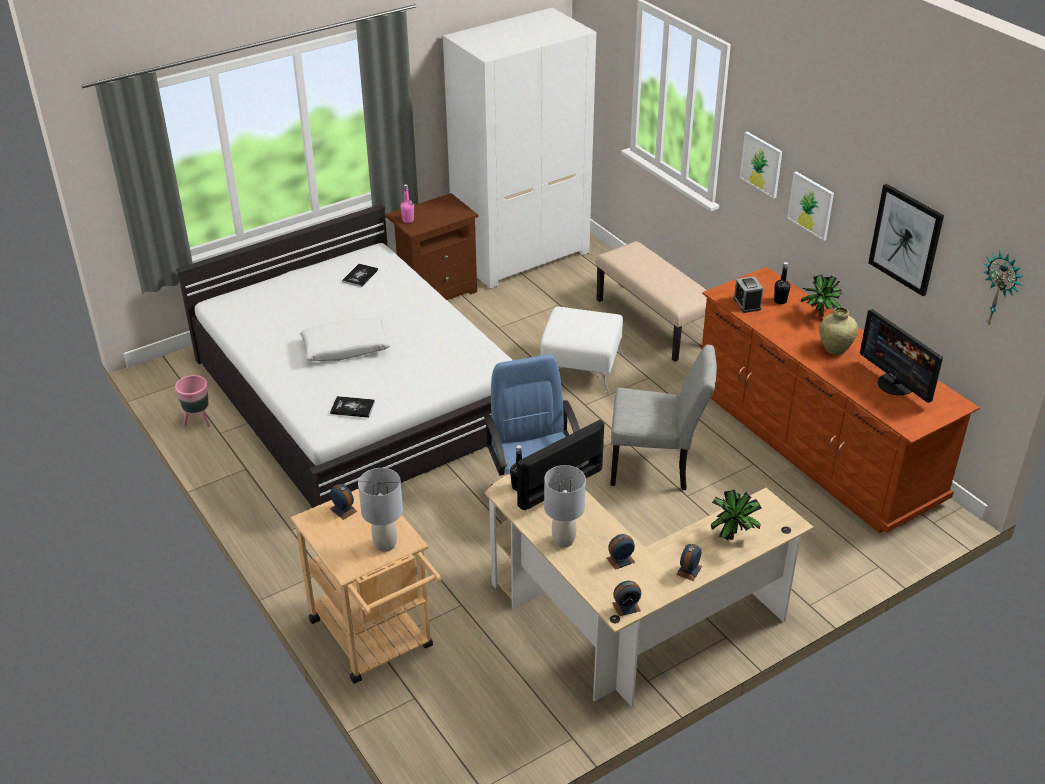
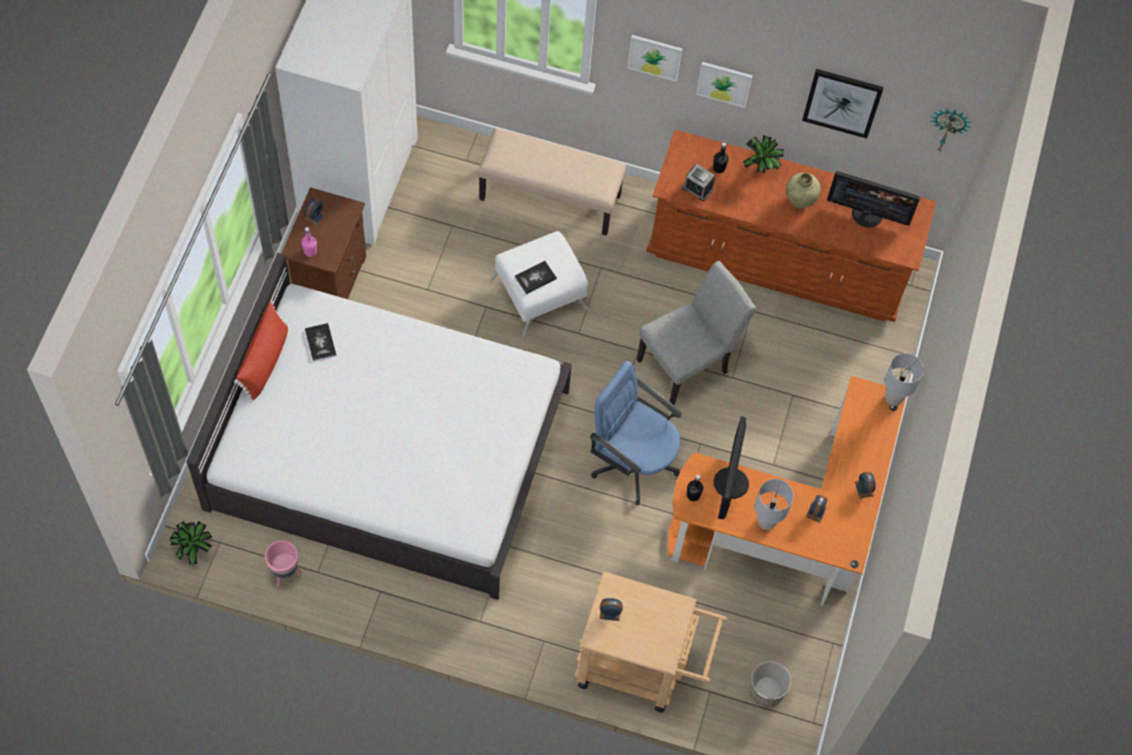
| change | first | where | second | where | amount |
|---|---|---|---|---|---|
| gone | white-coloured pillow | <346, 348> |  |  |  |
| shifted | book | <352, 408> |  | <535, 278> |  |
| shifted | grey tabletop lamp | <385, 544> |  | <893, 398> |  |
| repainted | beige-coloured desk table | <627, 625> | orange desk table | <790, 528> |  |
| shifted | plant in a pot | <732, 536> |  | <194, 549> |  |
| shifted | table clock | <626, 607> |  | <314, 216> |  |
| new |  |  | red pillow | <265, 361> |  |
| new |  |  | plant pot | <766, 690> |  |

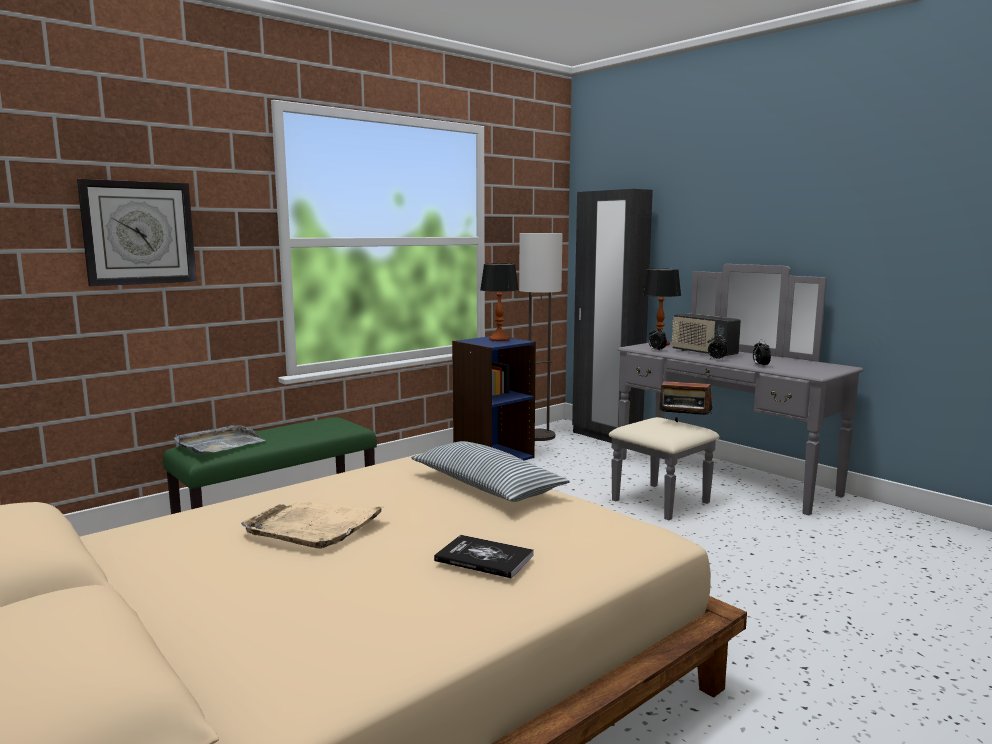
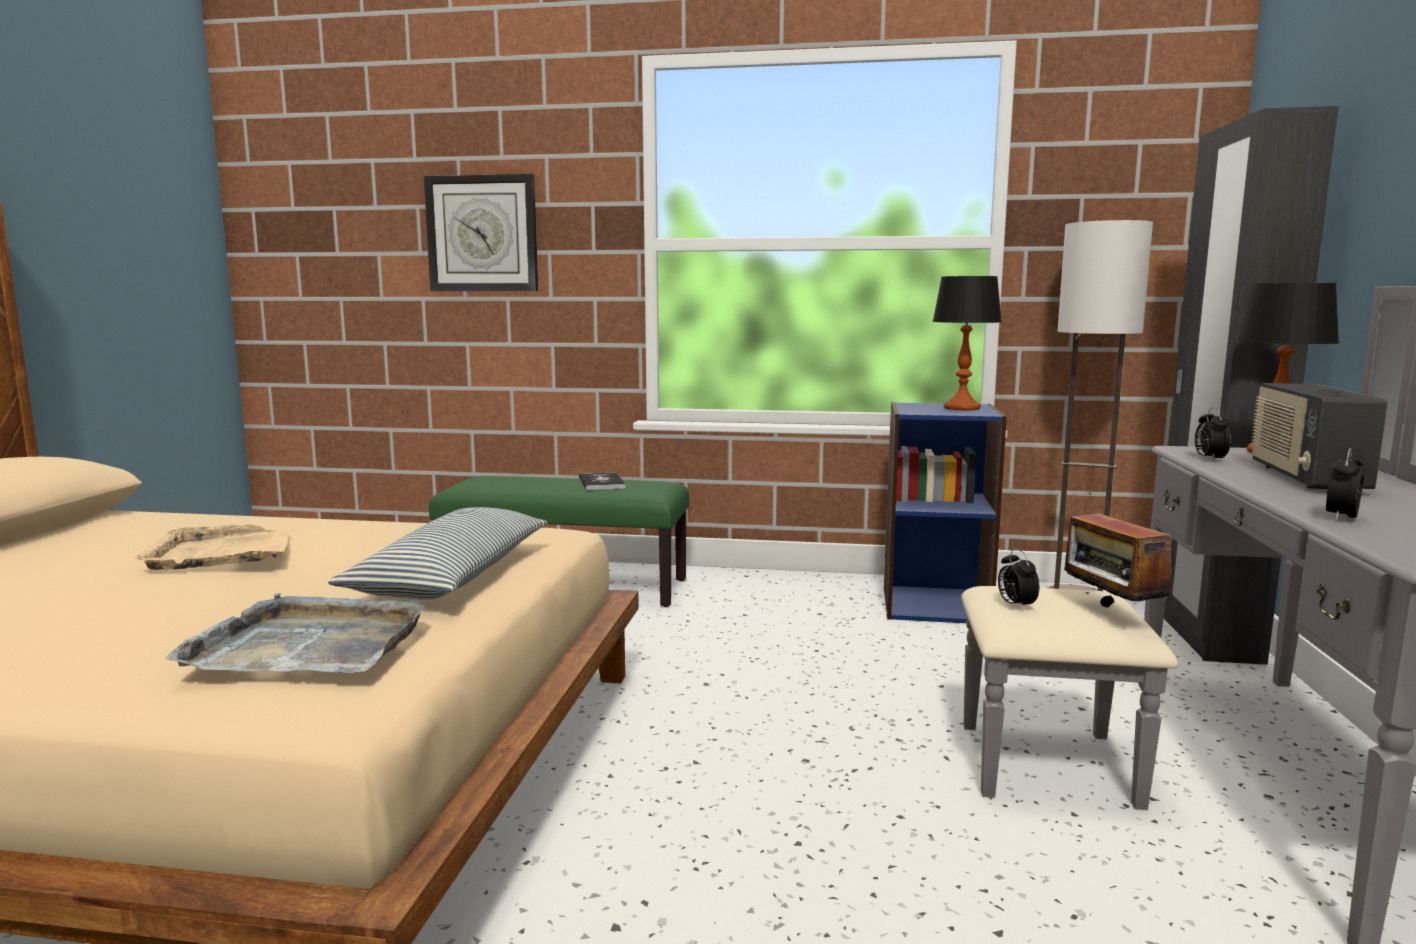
| change | first | where | second | where | amount |
|---|---|---|---|---|---|
| shifted | table clock | <716, 360> |  | <1015, 605> |  |
| shifted | grey carrying tray | <219, 444> |  | <309, 644> |  |
| shifted | book | <484, 558> |  | <601, 483> |  |

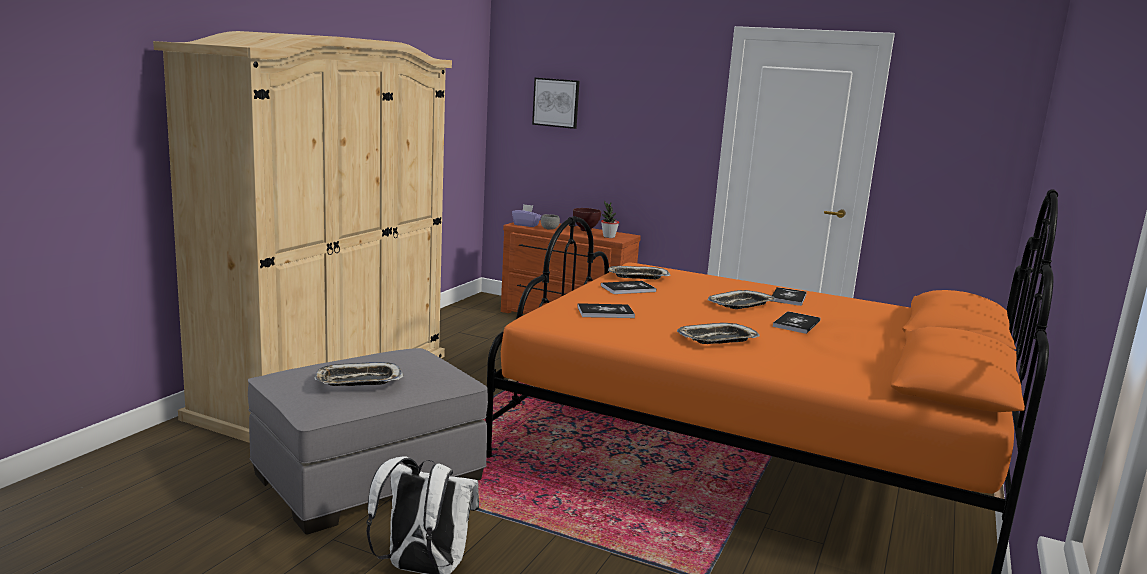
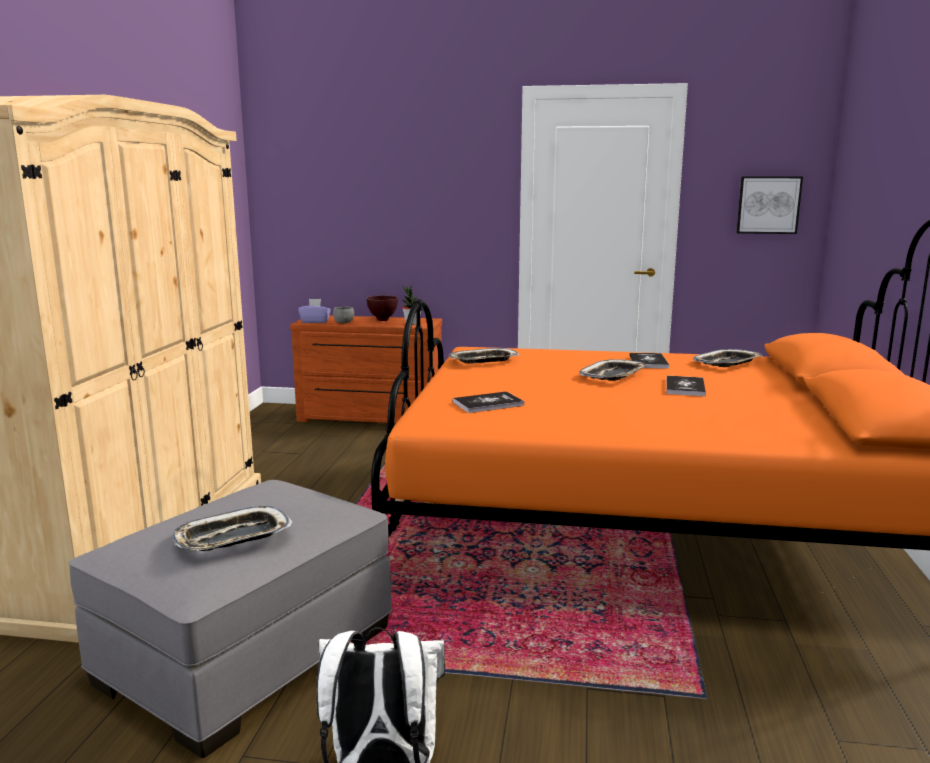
| change | first | where | second | where | amount |
|---|---|---|---|---|---|
| shifted | wall art | <556, 103> |  | <768, 205> |  |
| gone | book | <628, 289> |  |  |  |
| shifted | carrying tray | <717, 340> |  | <727, 363> |  |

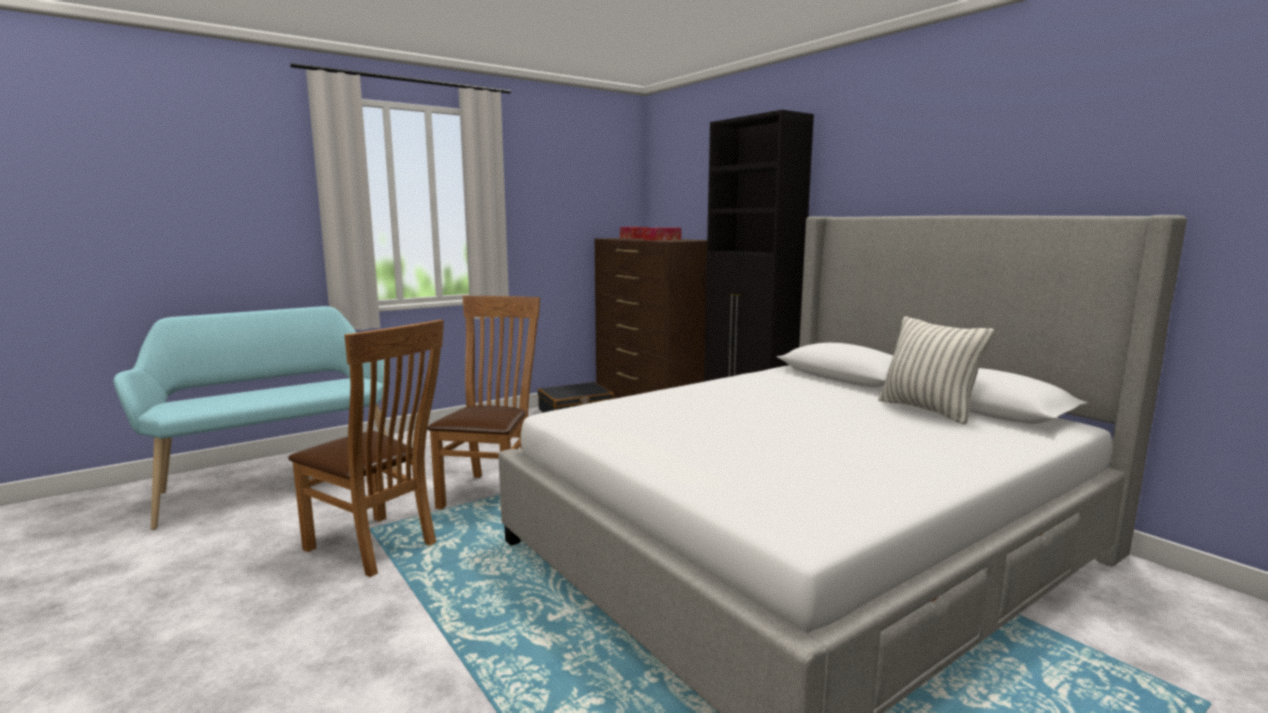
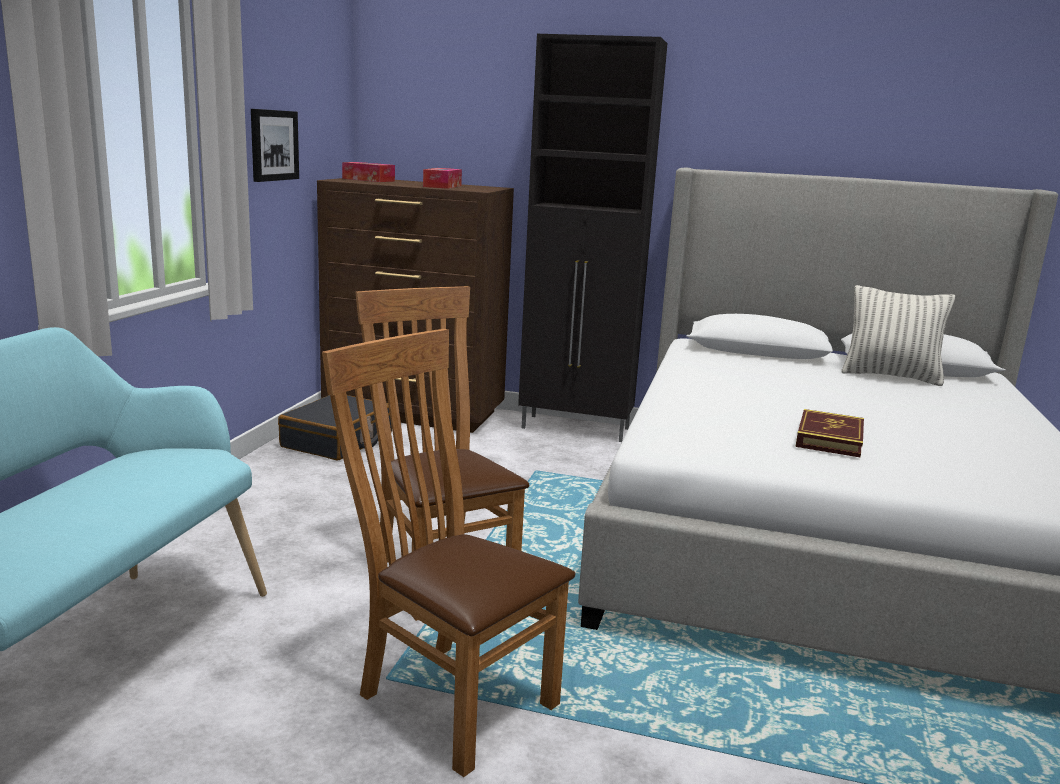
| change | first | where | second | where | amount |
|---|---|---|---|---|---|
| rotated | brownish upright chair | <377, 547> |  | <448, 697> | 135 degrees counterclockwise |
| new |  |  | wall art | <273, 145> |  |
| new |  |  | book | <829, 438> |  |

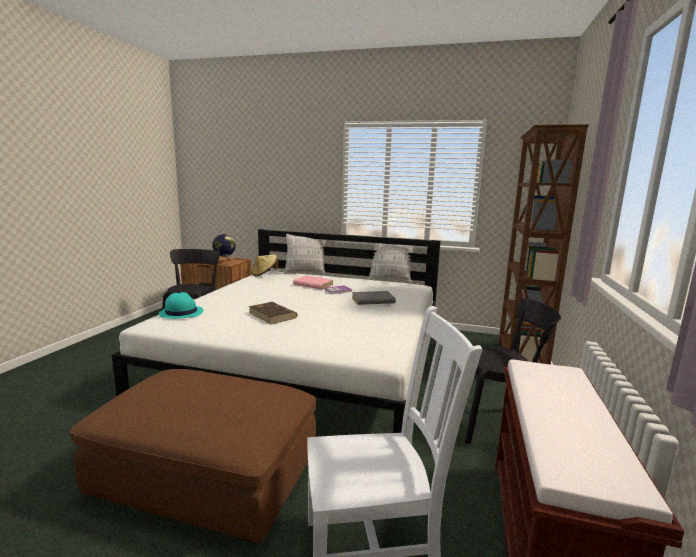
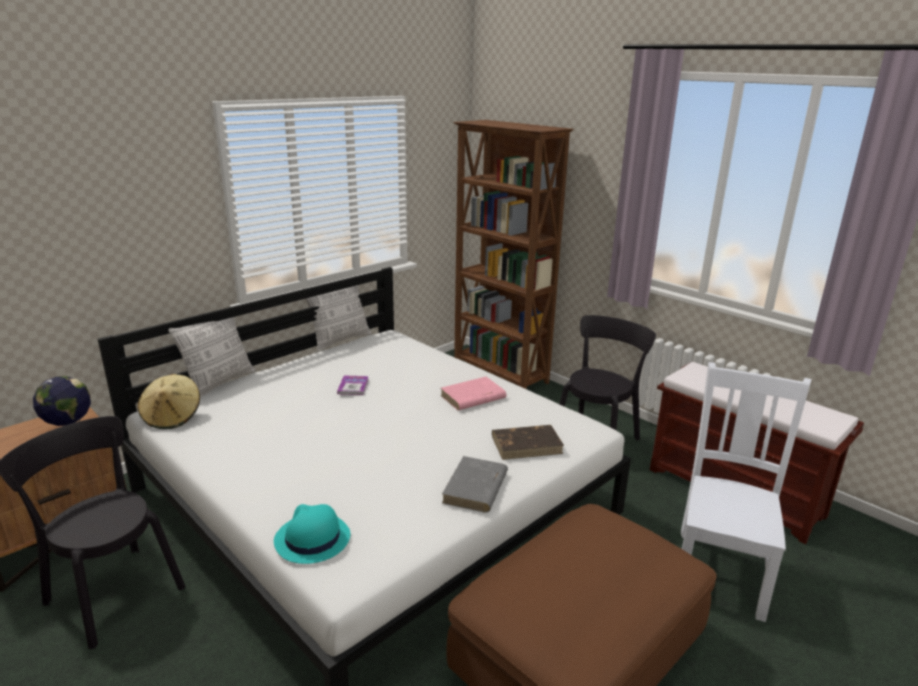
| change | first | where | second | where | amount |
|---|---|---|---|---|---|
| shifted | pink-coloured book | <313, 284> |  | <472, 397> |  |
| shifted | grey book | <372, 300> |  | <475, 488> |  |
| shifted | brownish book | <273, 315> |  | <527, 444> |  |

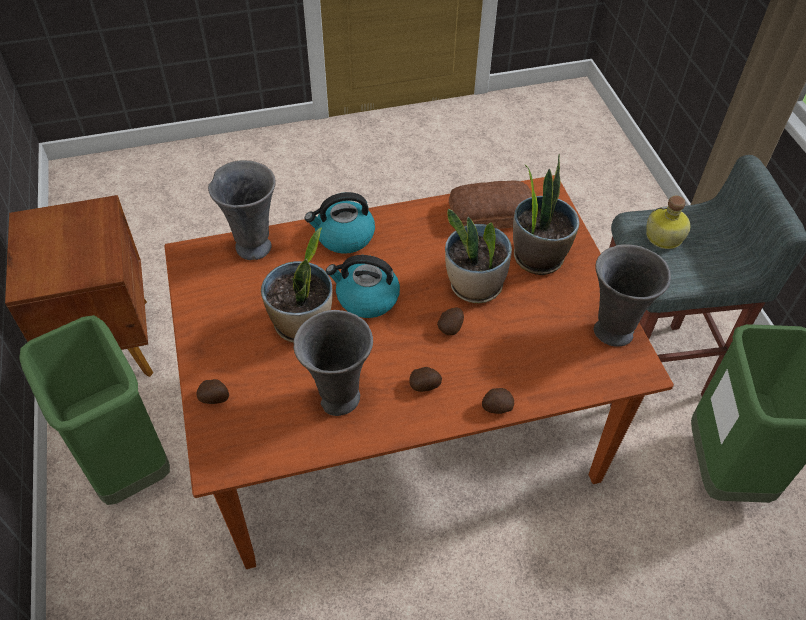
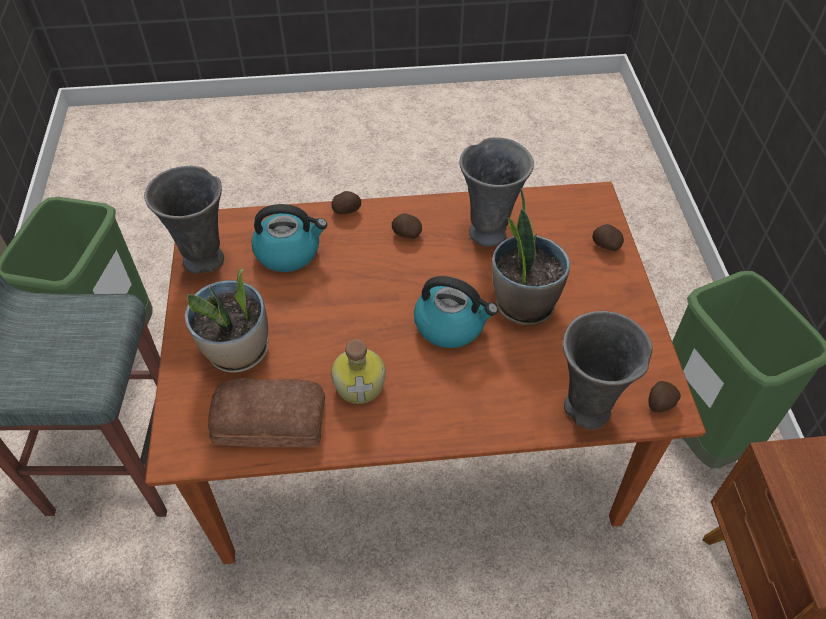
| change | first | where | second | where | amount |
|---|---|---|---|---|---|
| shifted | water kettle | <344, 237> |  | <289, 252> |  |
| shifted | drink bottle | <663, 237> |  | <360, 383> |  |
| gone | plant in a pot | <474, 286> |  |  |  |
| shifted | spud | <451, 327> |  | <659, 404> |  |

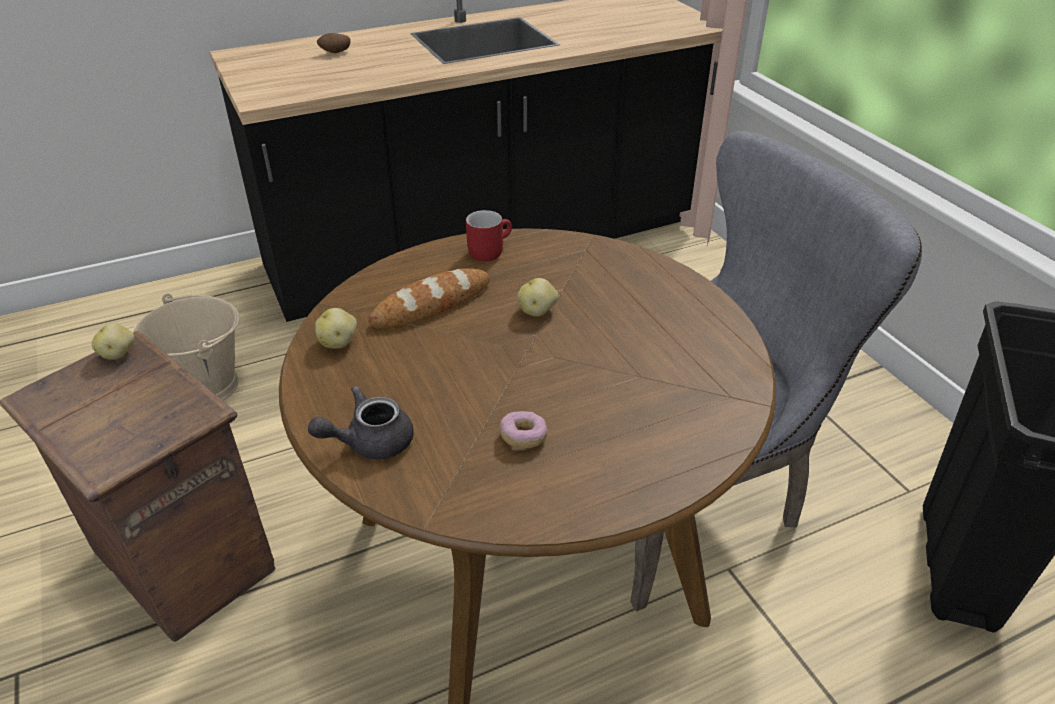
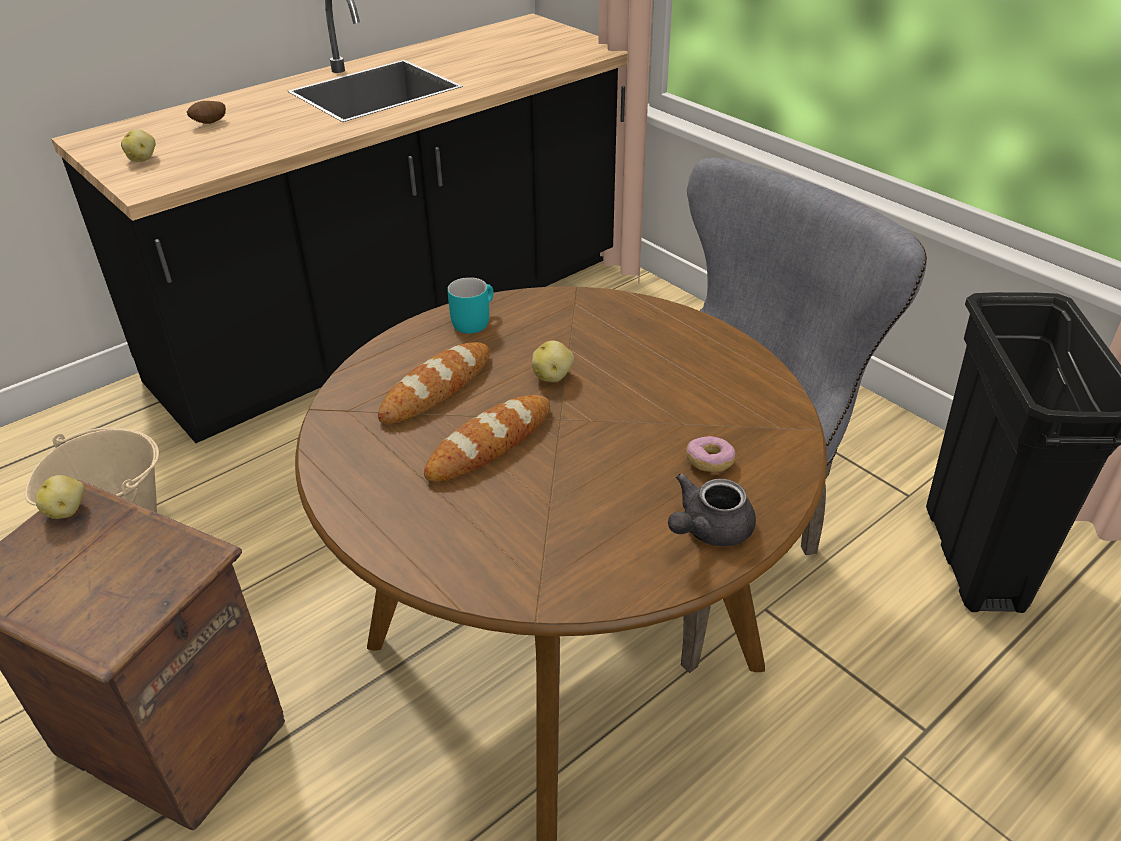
| change | first | where | second | where | amount |
|---|---|---|---|---|---|
| repainted | red coffee mug | <488, 250> | turquoise coffee mug | <472, 321> |  |
| shifted | spud | <339, 342> |  | <143, 159> |  |
| shifted | grey pot for tea | <369, 442> |  | <708, 530> |  |
| shifted | donut | <523, 437> |  | <709, 462> |  |
| new |  |  | bread | <490, 444> |  |

